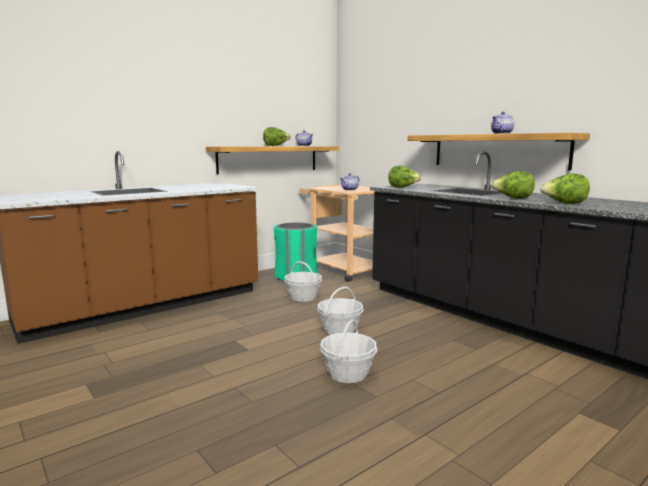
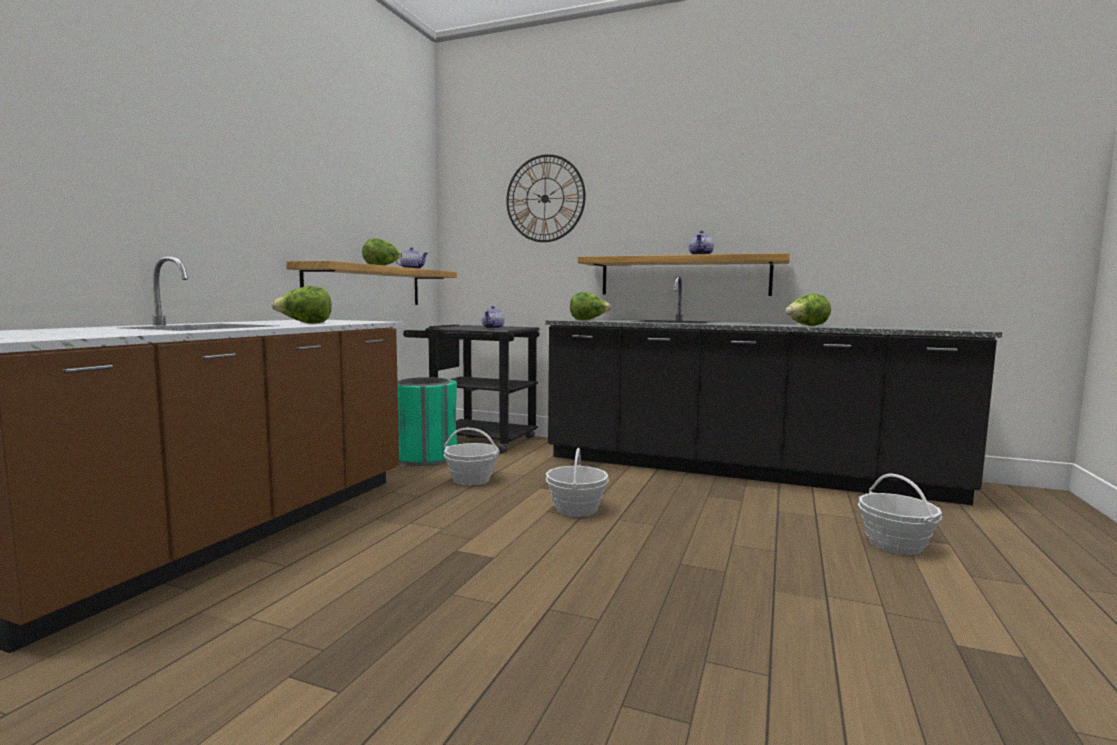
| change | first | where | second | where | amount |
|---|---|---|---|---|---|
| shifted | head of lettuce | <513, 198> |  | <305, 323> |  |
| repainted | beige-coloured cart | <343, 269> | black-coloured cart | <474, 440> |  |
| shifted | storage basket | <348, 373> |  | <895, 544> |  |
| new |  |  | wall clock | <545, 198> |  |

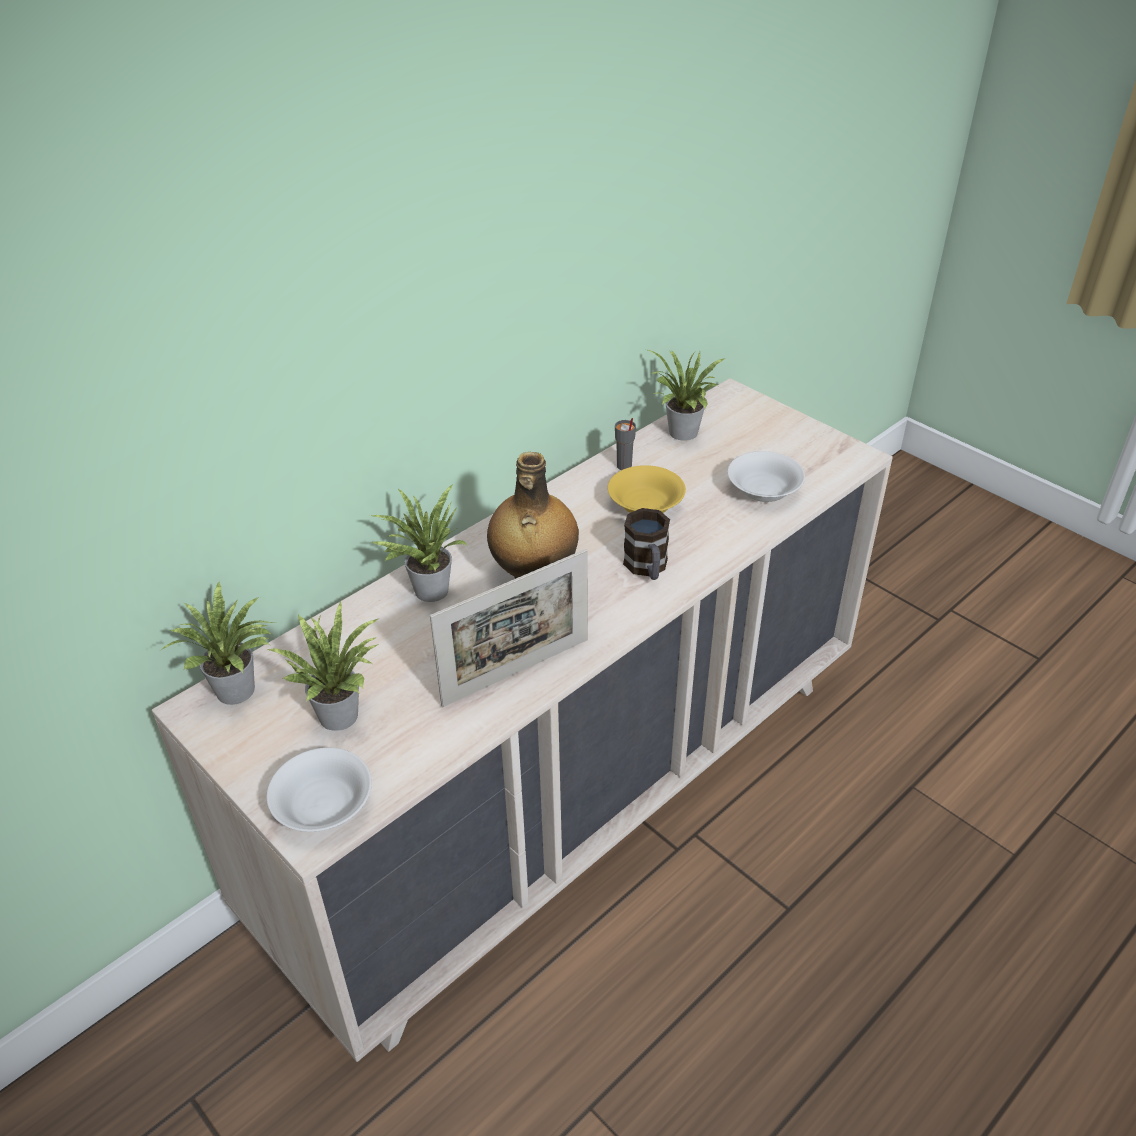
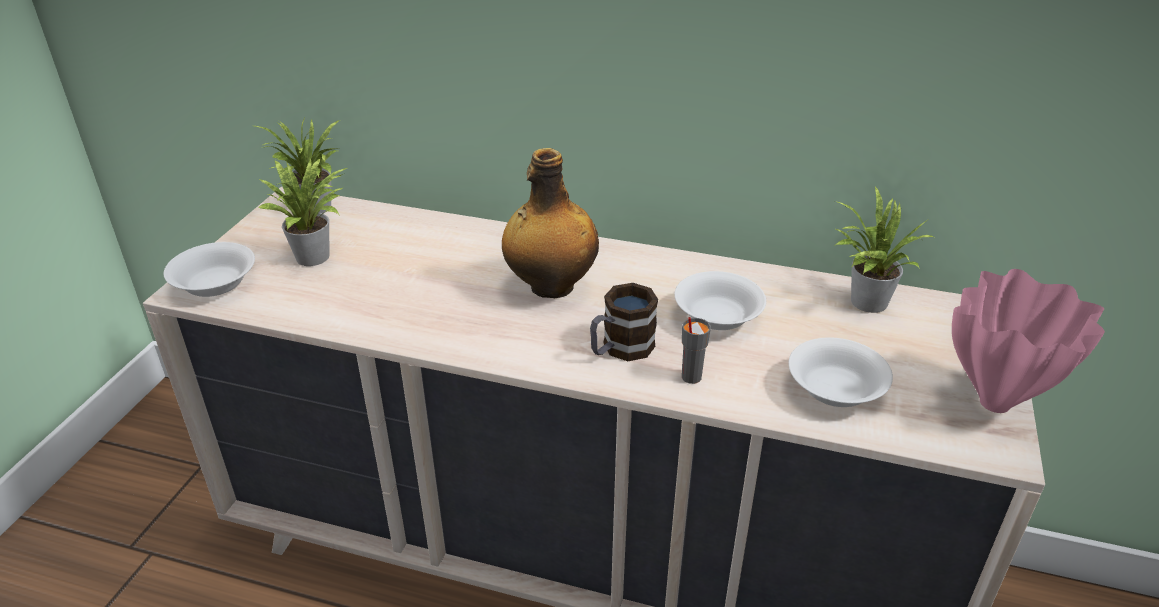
| change | first | where | second | where | amount |
|---|---|---|---|---|---|
| shifted | grey drinking cup | <624, 466> |  | <690, 377> |  |
| repainted | yellowish deep dish | <645, 505> | white-coloured deep dish | <716, 316> |  |
| gone | plant in a pot | <427, 589> |  |  |  |
| gone | standing frame | <516, 672> |  |  |  |
| new |  |  | pink-coloured decorative vase | <997, 403> |  |

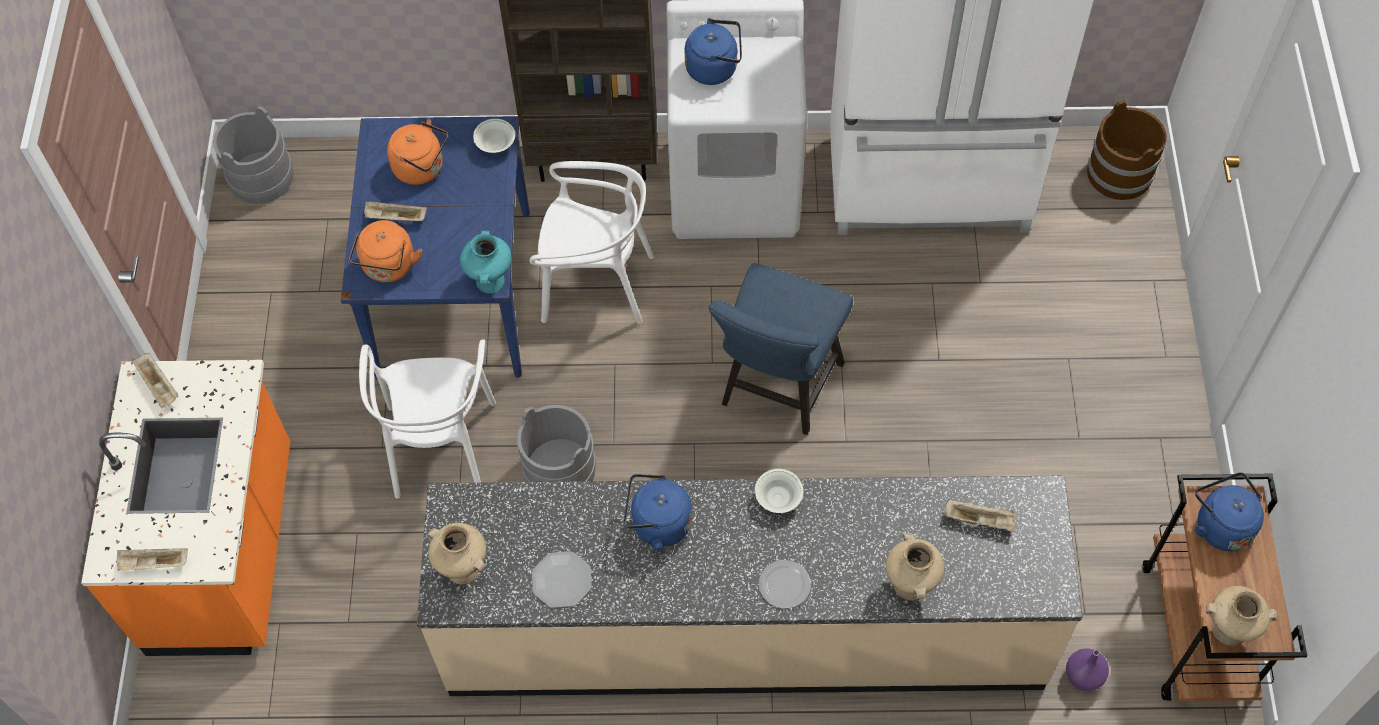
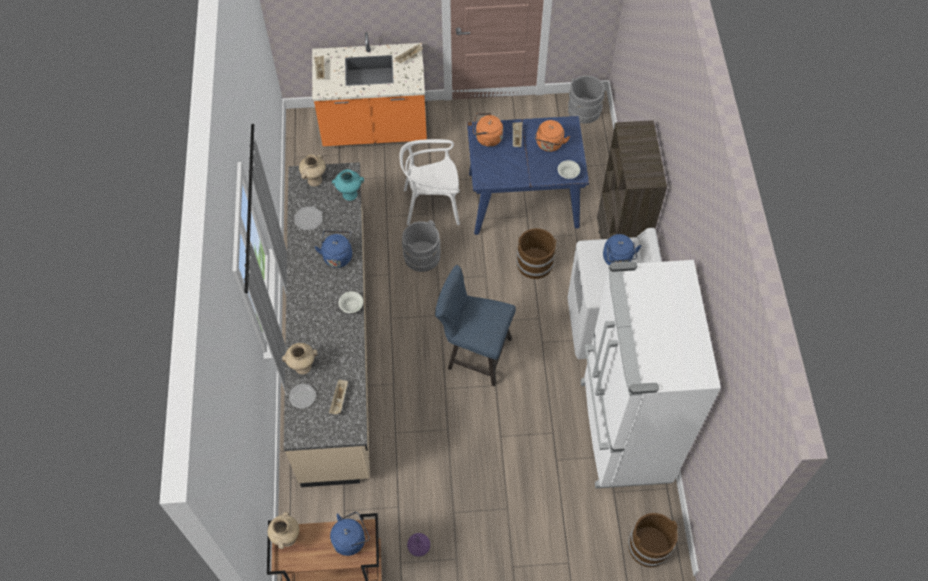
| change | first | where | second | where | amount |
|---|---|---|---|---|---|
| swapped | white-coloured upright chair | <596, 284> | brownish pail | <534, 263> |  |
| shifted | turquoise decorative vase | <491, 282> |  | <349, 195> |  |
| shifted | dinner plate | <785, 585> |  | <302, 397> |  |
| shifted | purple decorative vase | <1083, 675> |  | <419, 547> |  |

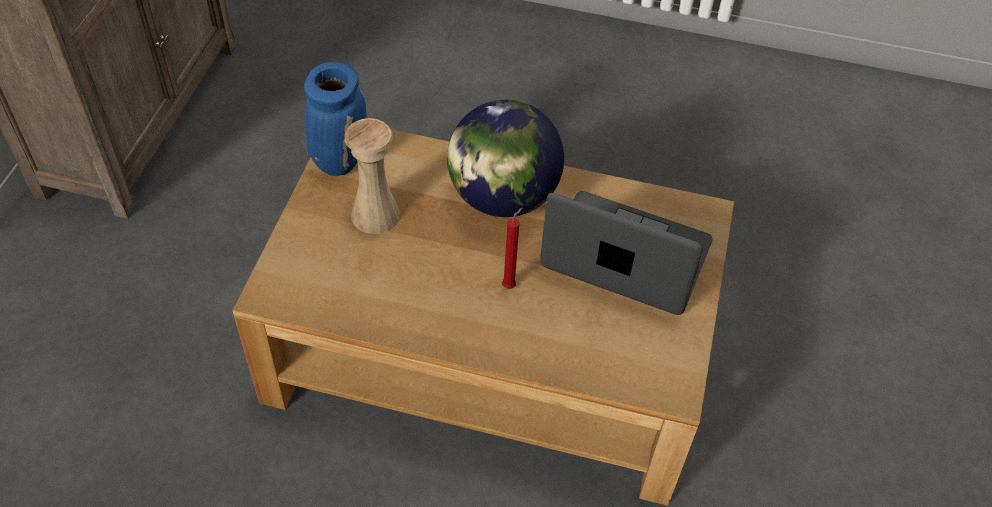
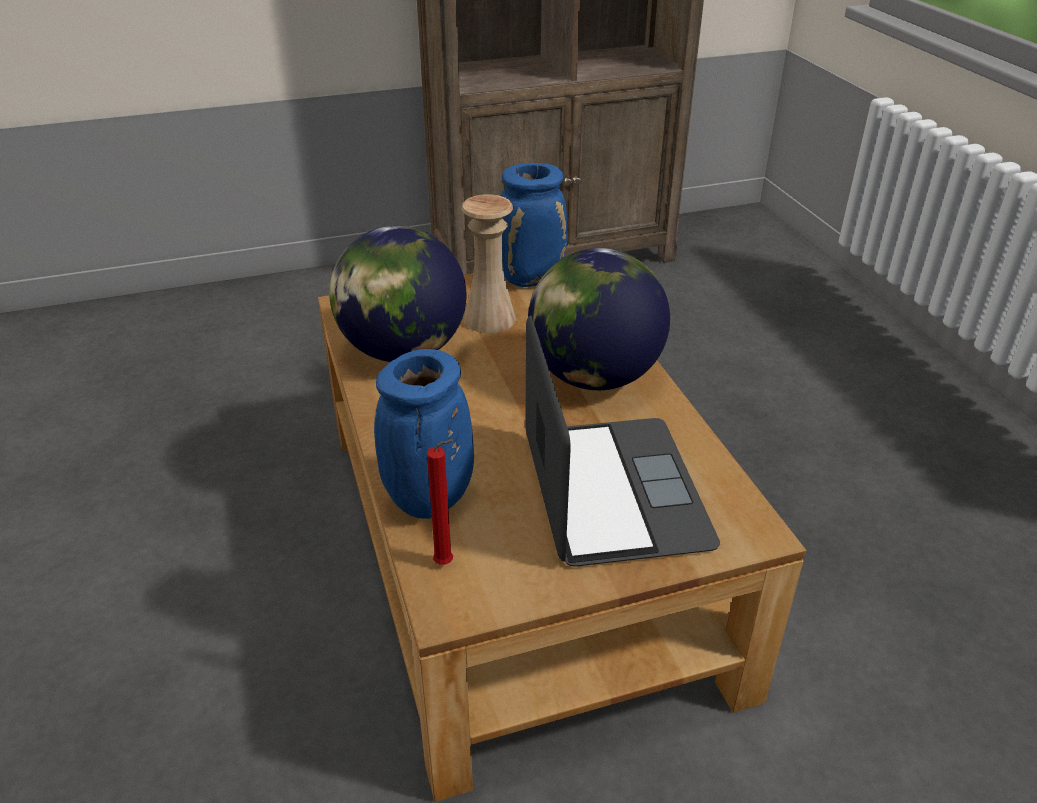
| change | first | where | second | where | amount |
|---|---|---|---|---|---|
| shifted | red wax candle | <510, 285> |  | <446, 564> |  |
| new |  |  | globe | <402, 351> |  |
| new |  |  | blue-coloured decorative vase | <430, 502> |  |

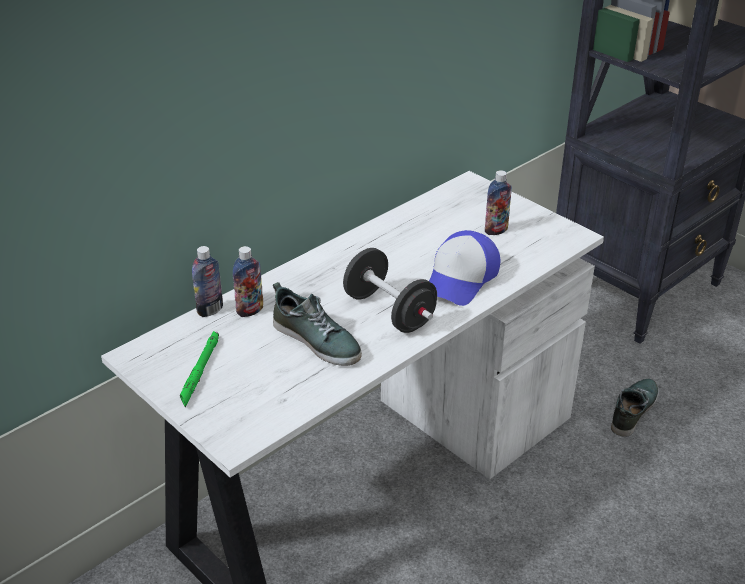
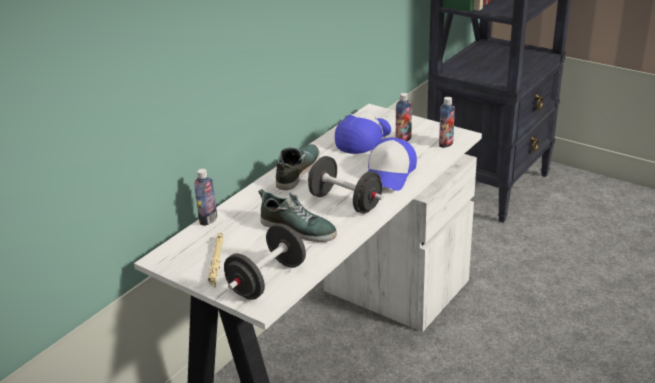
| change | first | where | second | where | amount |
|---|---|---|---|---|---|
| shifted | drink bottle | <250, 310> |  | <446, 144> |  |
| repainted | green flashlight | <200, 371> | beige-coloured flashlight | <216, 262> |  |
| shifted | item of footwear | <633, 410> |  | <297, 171> |  |
| new |  |  | peaked cap | <363, 139> |  |
| new |  |  | black-coloured free weight | <267, 280> |  |

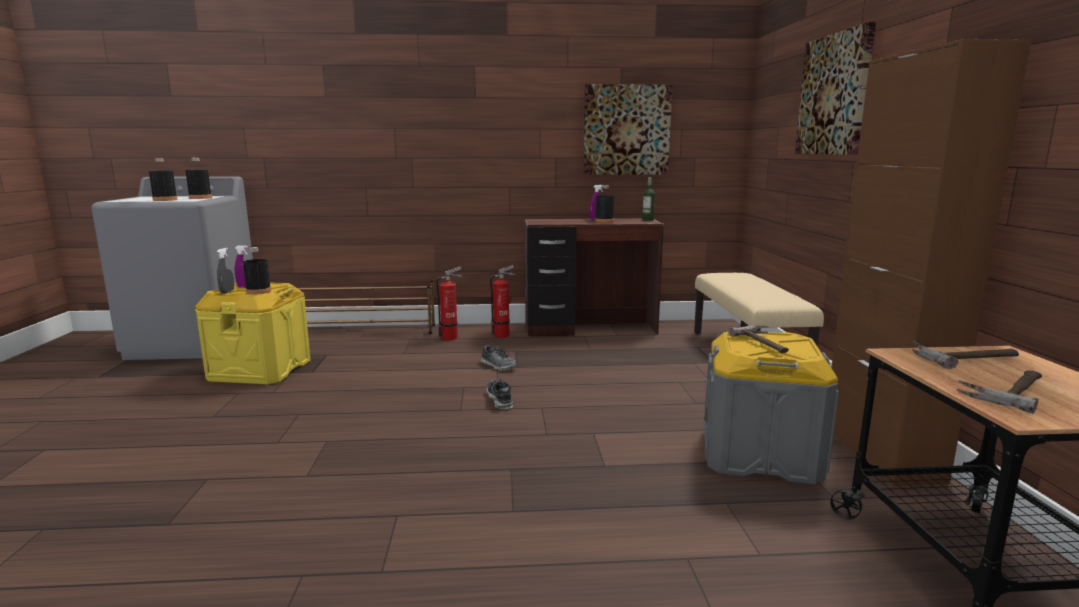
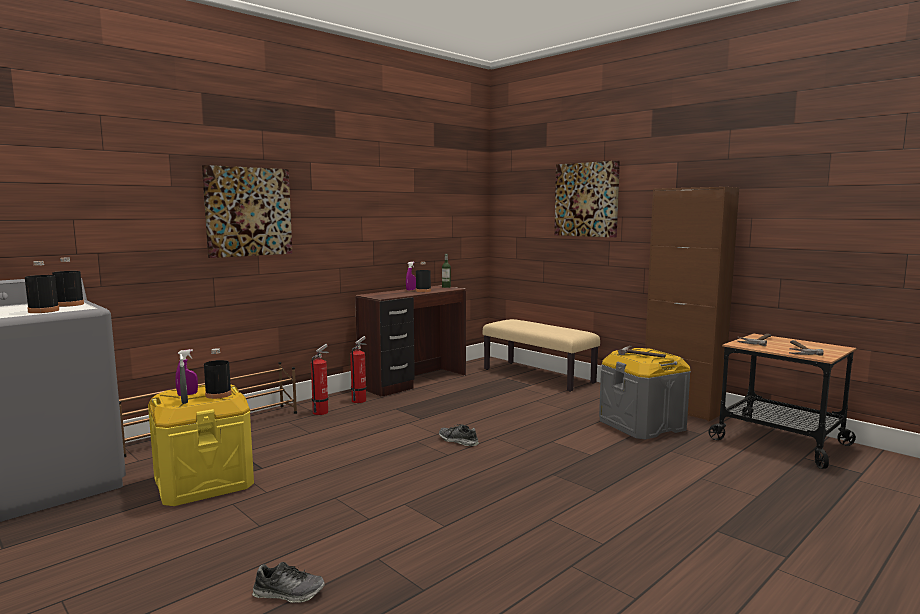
| change | first | where | second | where | amount |
|---|---|---|---|---|---|
| shifted | wall art | <626, 130> |  | <248, 211> |  |
| shifted | item of footwear | <498, 366> |  | <289, 593> |  |

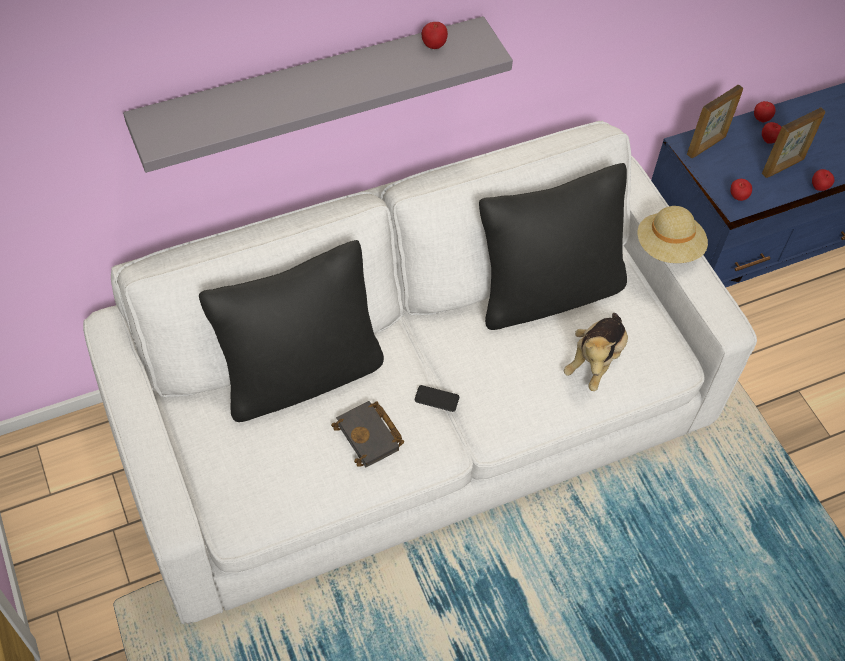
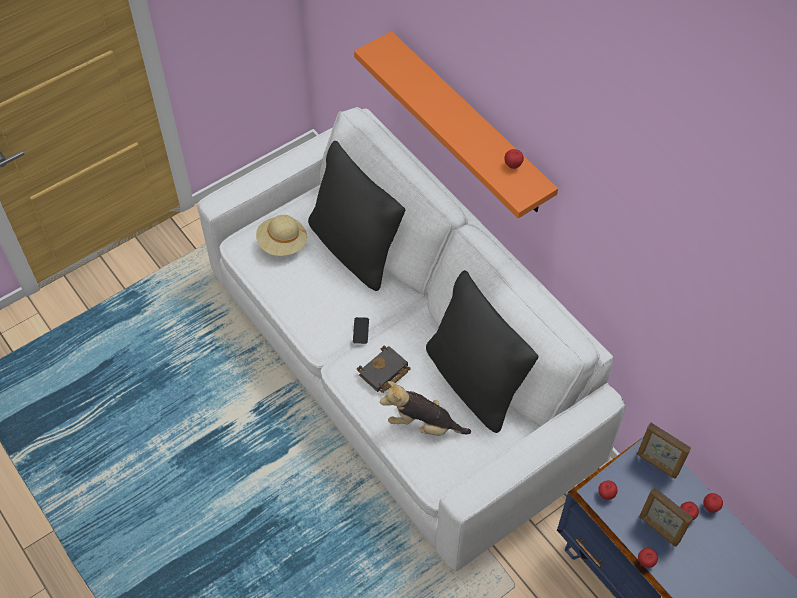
| change | first | where | second | where | amount |
|---|---|---|---|---|---|
| repainted | grey shelf | <312, 91> | orange shelf | <469, 125> |  |
| shifted | beige-coloured hat | <668, 248> |  | <282, 243> |  |
| shifted | black-coloured book | <371, 437> |  | <384, 373> |  |

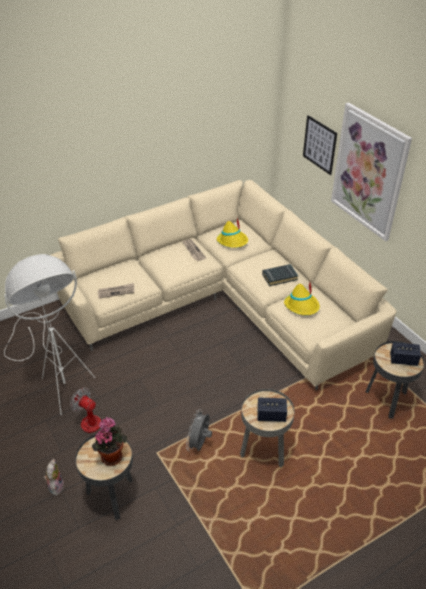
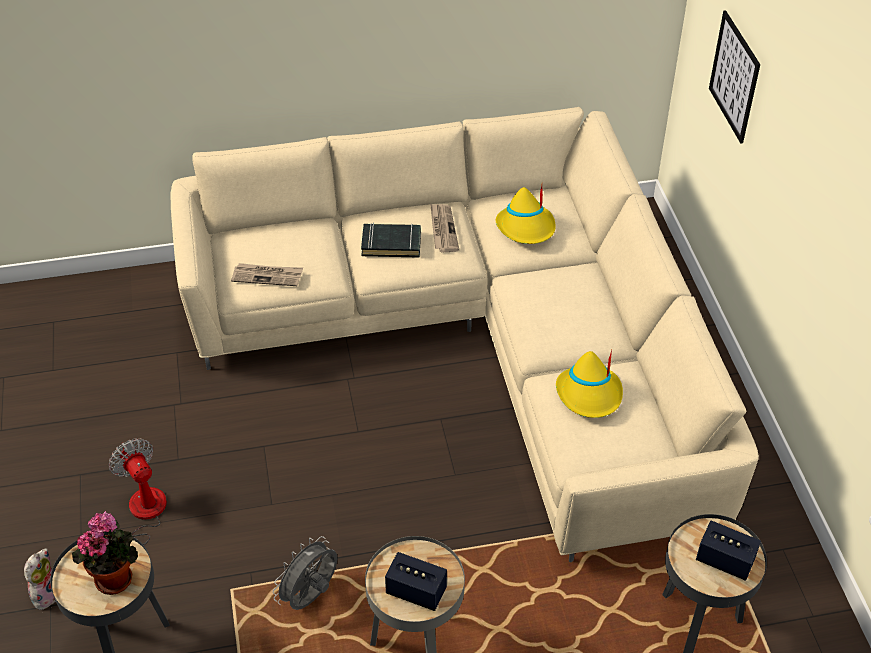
| change | first | where | second | where | amount |
|---|---|---|---|---|---|
| gone | wall art | <369, 172> |  |  |  |
| gone | white-coloured floor lamp | <55, 374> |  |  |  |
| shifted | black-coloured book | <279, 277> |  | <391, 244> |  |

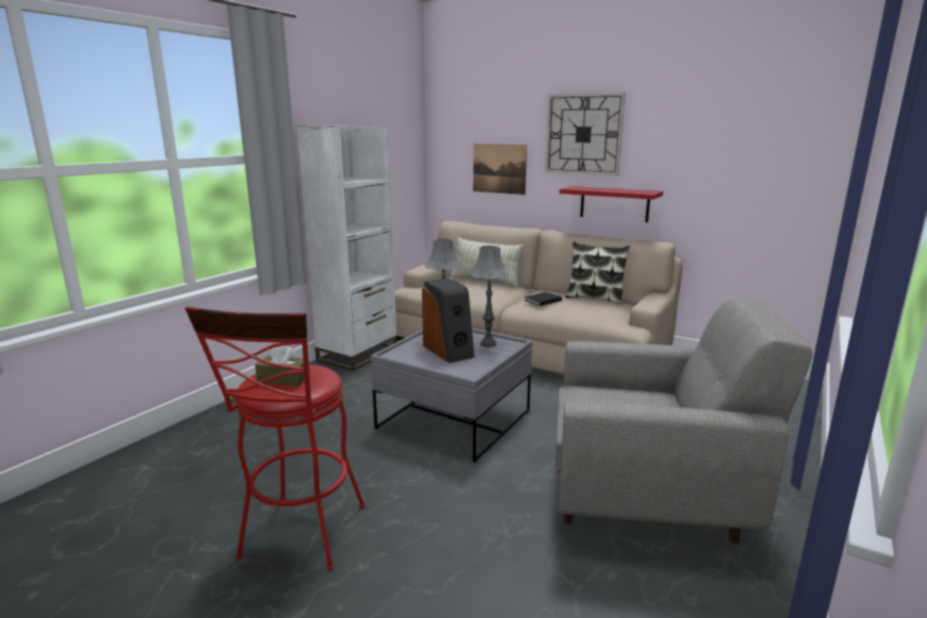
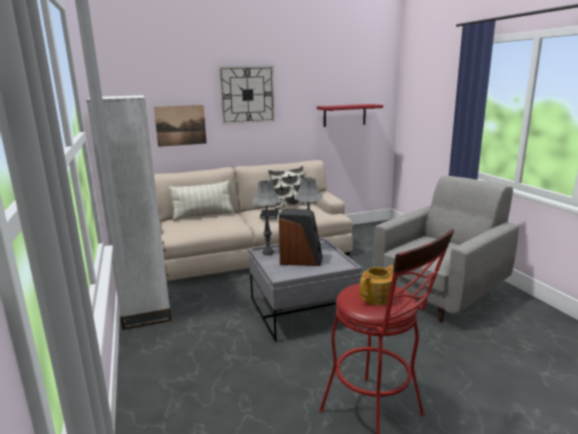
| change | first | where | second | where | amount |
|---|---|---|---|---|---|
| shifted | red shelf | <614, 204> |  | <344, 115> |  |
| swapped | brownish box of tissues | <283, 379> | pot for tea | <378, 297> |  |

